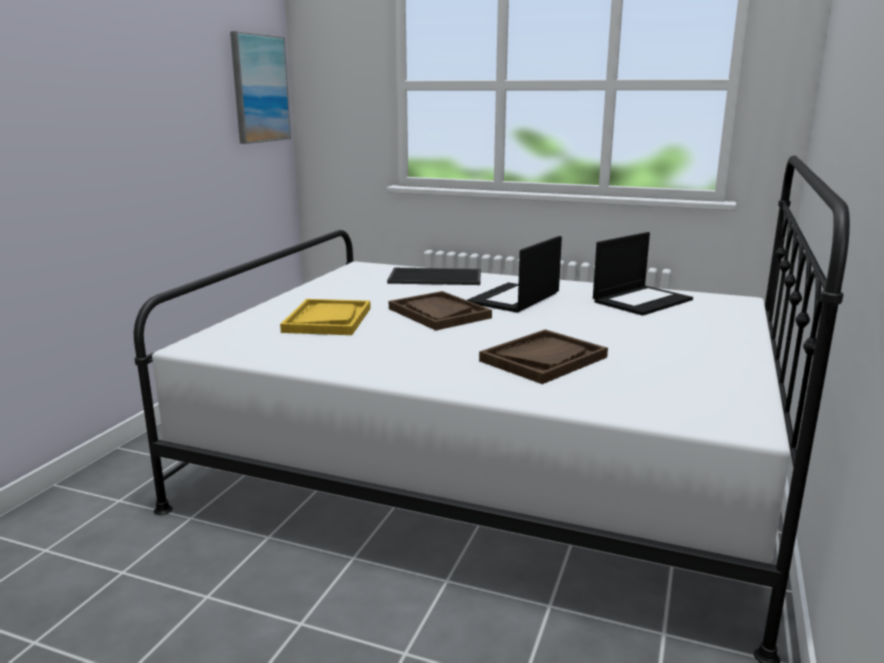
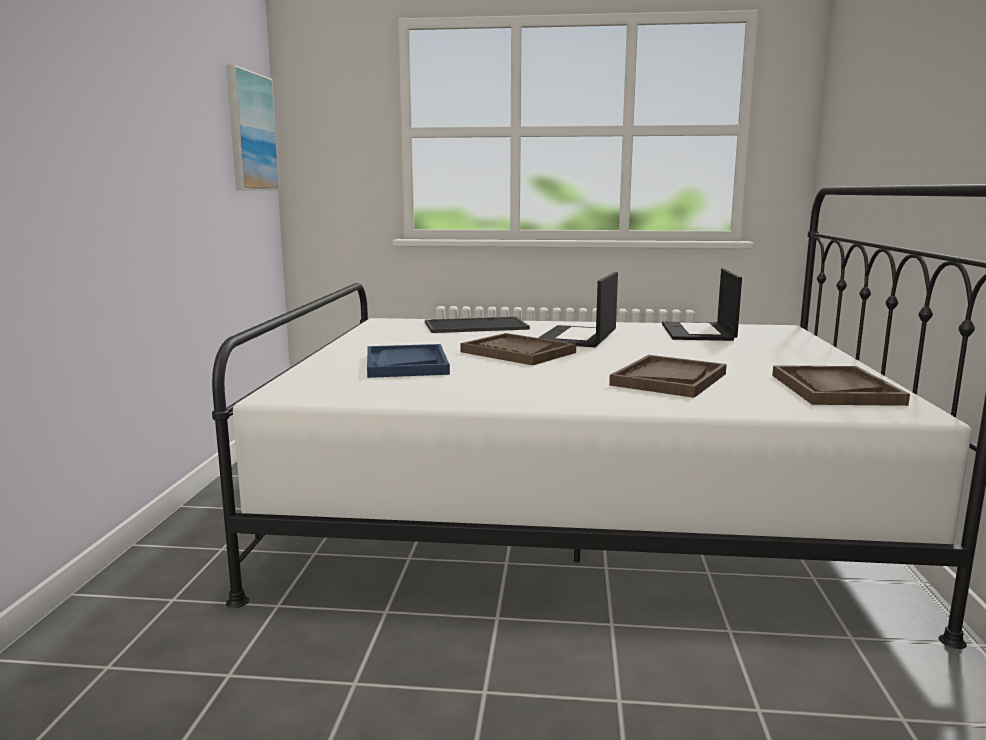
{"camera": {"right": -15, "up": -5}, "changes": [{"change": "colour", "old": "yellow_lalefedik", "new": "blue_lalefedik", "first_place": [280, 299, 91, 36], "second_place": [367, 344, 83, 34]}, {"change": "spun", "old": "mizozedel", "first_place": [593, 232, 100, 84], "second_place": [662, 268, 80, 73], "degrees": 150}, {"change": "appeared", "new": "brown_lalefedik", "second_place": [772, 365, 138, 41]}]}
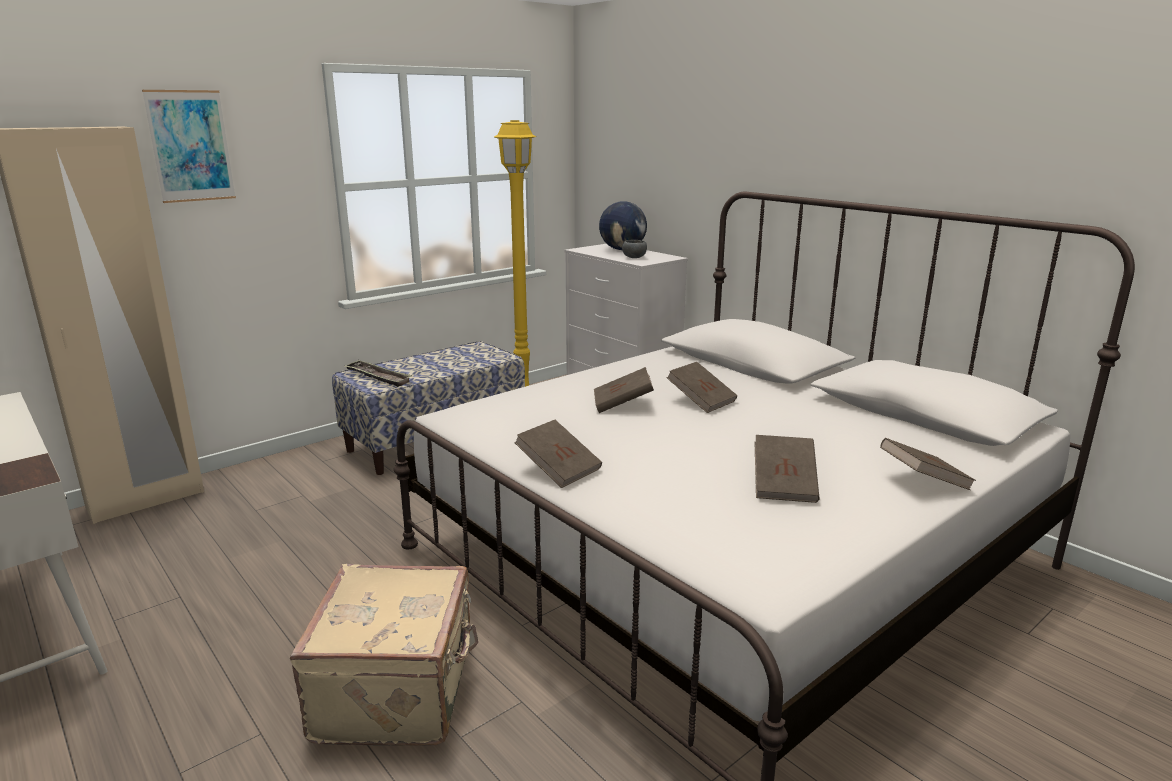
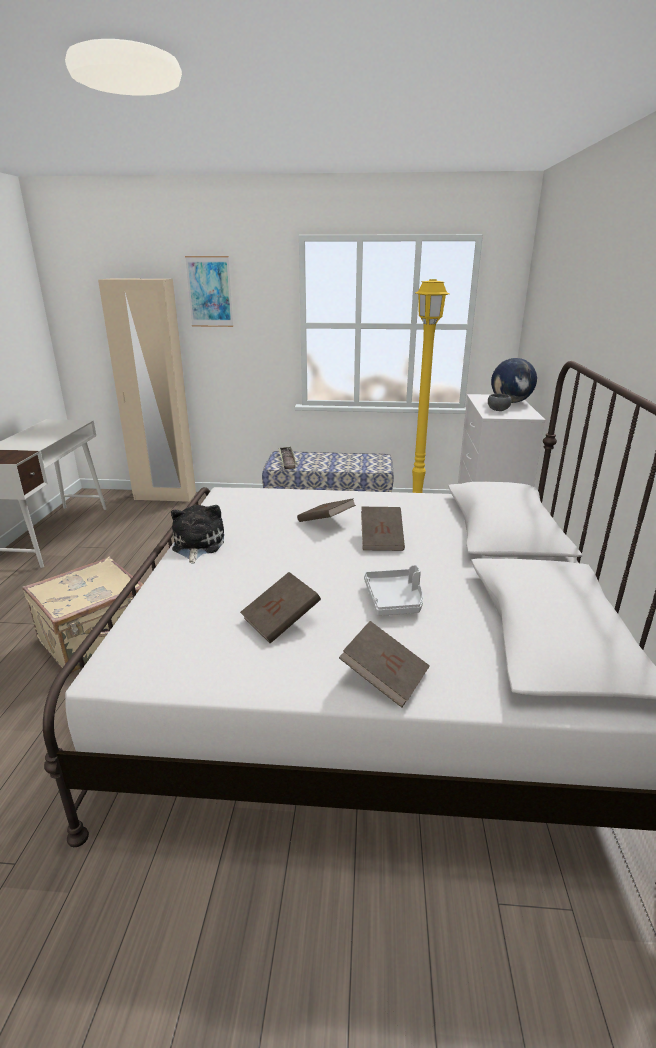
{"camera": {"right": 45, "up": 5}, "changes": [{"change": "exchanged", "old": "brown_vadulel", "new": "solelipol", "first_place": [514, 420, 88, 68], "second_place": [171, 505, 53, 58]}, {"change": "appeared", "new": "grey_lalefedik", "second_place": [364, 565, 59, 51]}]}
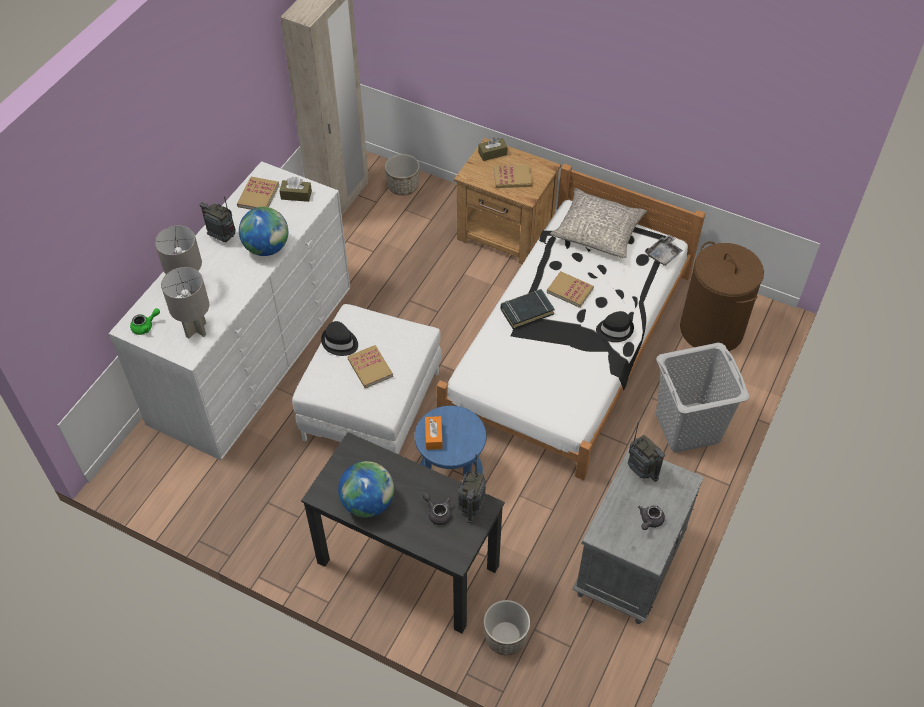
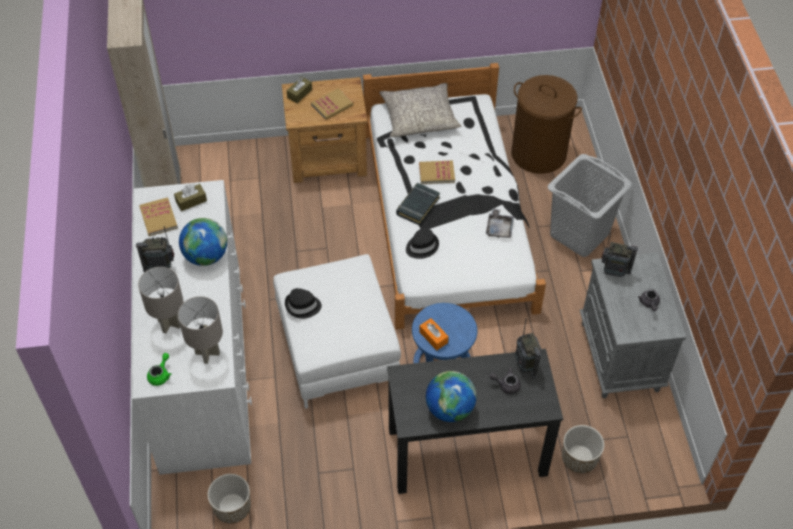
{"camera": {"right": -35, "up": 0}, "changes": [{"change": "missing", "old": "vadulel", "first_place": [347, 345, 46, 43]}, {"change": "relocated", "old": "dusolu", "first_place": [385, 154, 35, 42], "second_place": [208, 474, 43, 50]}, {"change": "relocated", "old": "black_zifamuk", "first_place": [596, 311, 38, 31], "second_place": [406, 228, 33, 31]}, {"change": "relocated", "old": "grey_lalefedik", "first_place": [645, 235, 38, 31], "second_place": [486, 208, 28, 30]}]}
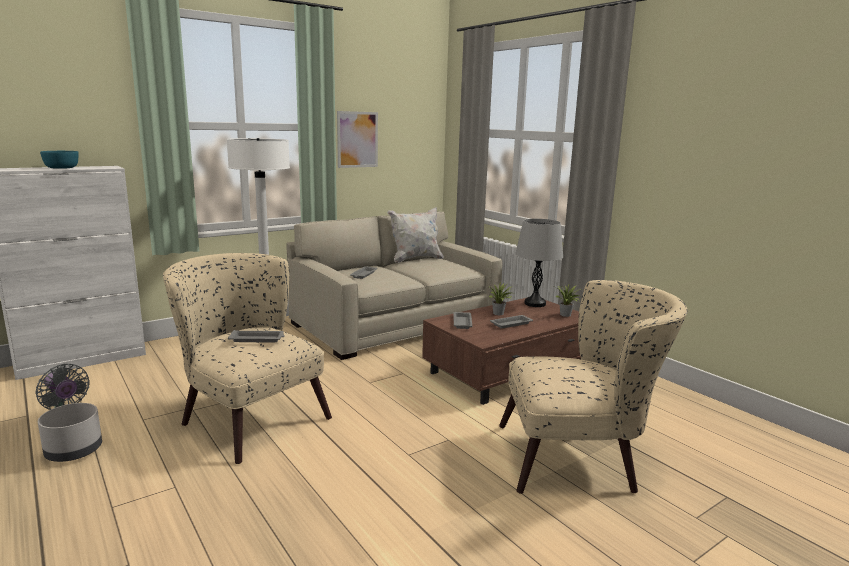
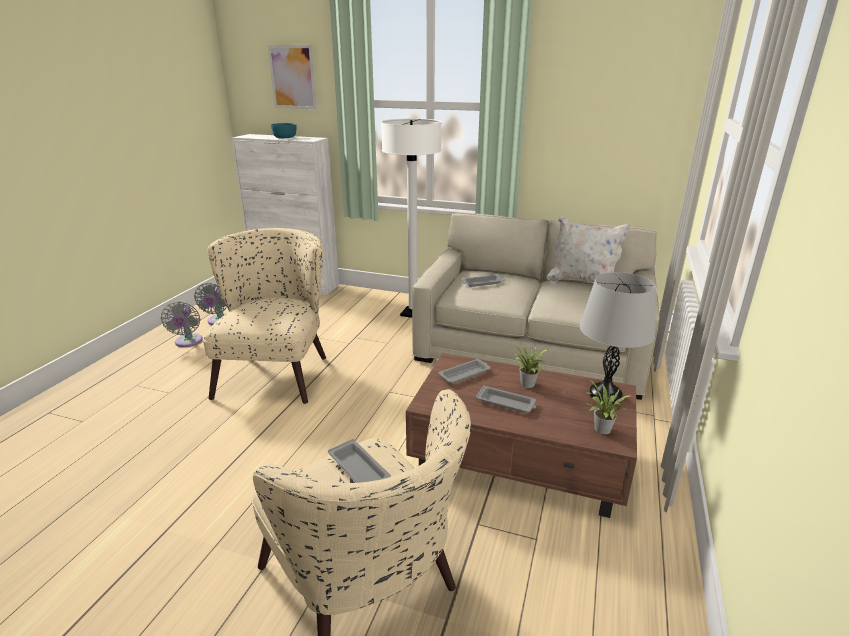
{"camera": {"right": 55, "up": 10}, "changes": [{"change": "exchanged", "old": "grey_dusolu", "new": "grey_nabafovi", "first_place": [38, 403, 64, 59], "second_place": [161, 302, 42, 45]}, {"change": "relocated", "old": "grey_lalefedik", "first_place": [228, 330, 57, 12], "second_place": [328, 439, 63, 44]}, {"change": "relocated", "old": "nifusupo", "first_place": [337, 111, 41, 57], "second_place": [268, 45, 49, 64]}]}
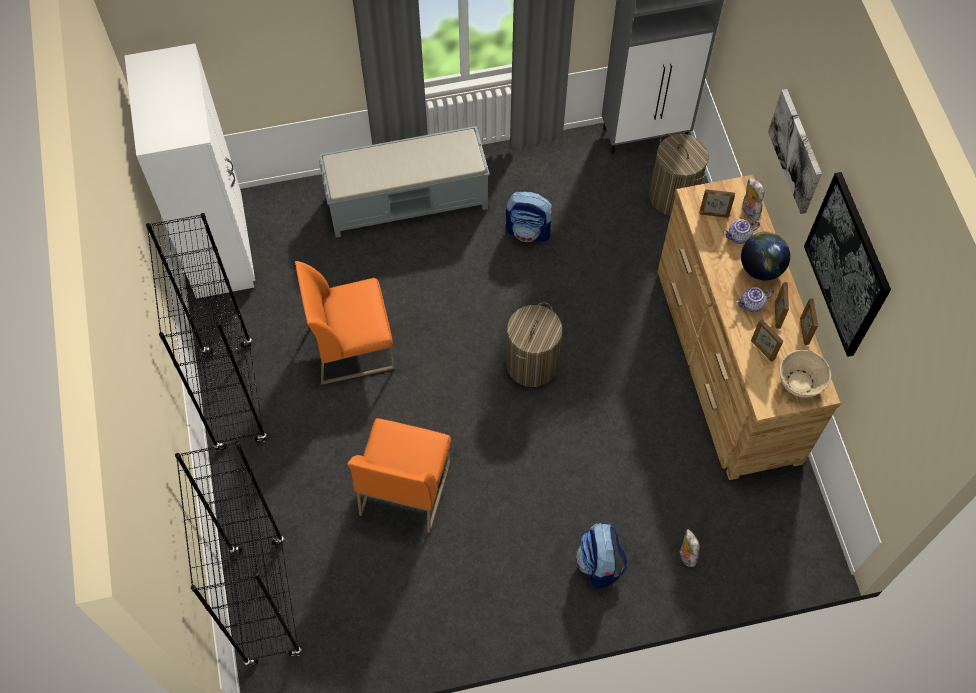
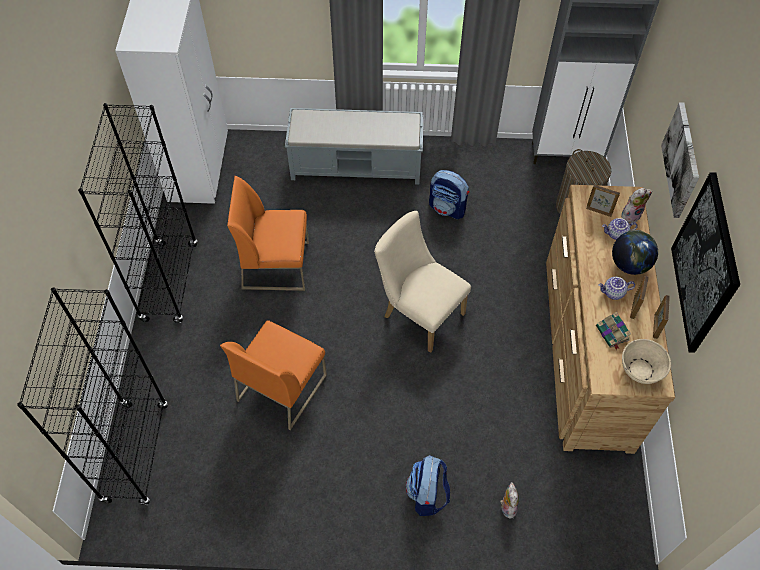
{"camera": {"right": 15, "up": -5}, "changes": [{"change": "exchanged", "old": "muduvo", "new": "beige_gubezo", "first_place": [506, 302, 56, 85], "second_place": [374, 211, 97, 142]}, {"change": "spun", "old": "solelipol", "first_place": [741, 177, 23, 43], "second_place": [621, 188, 31, 35], "degrees": 75}, {"change": "exchanged", "old": "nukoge", "new": "vadulel", "first_place": [751, 319, 32, 43], "second_place": [596, 312, 35, 38]}]}
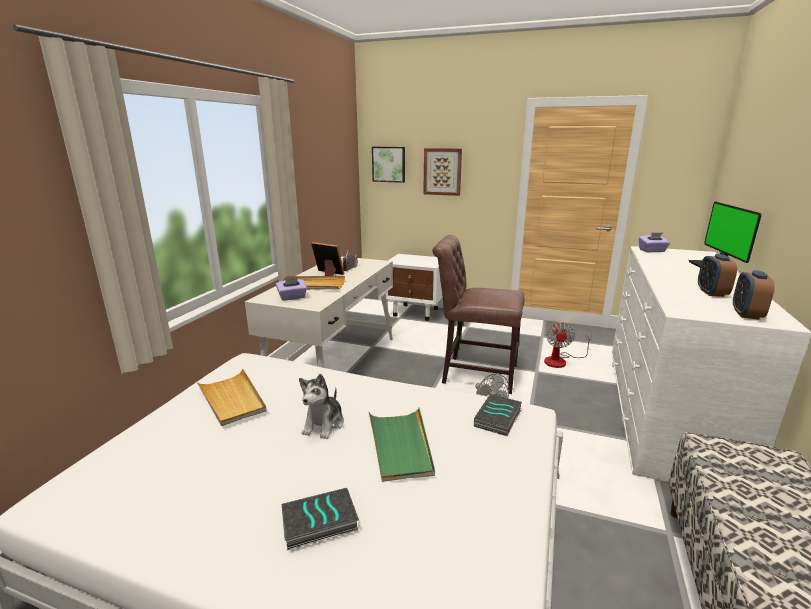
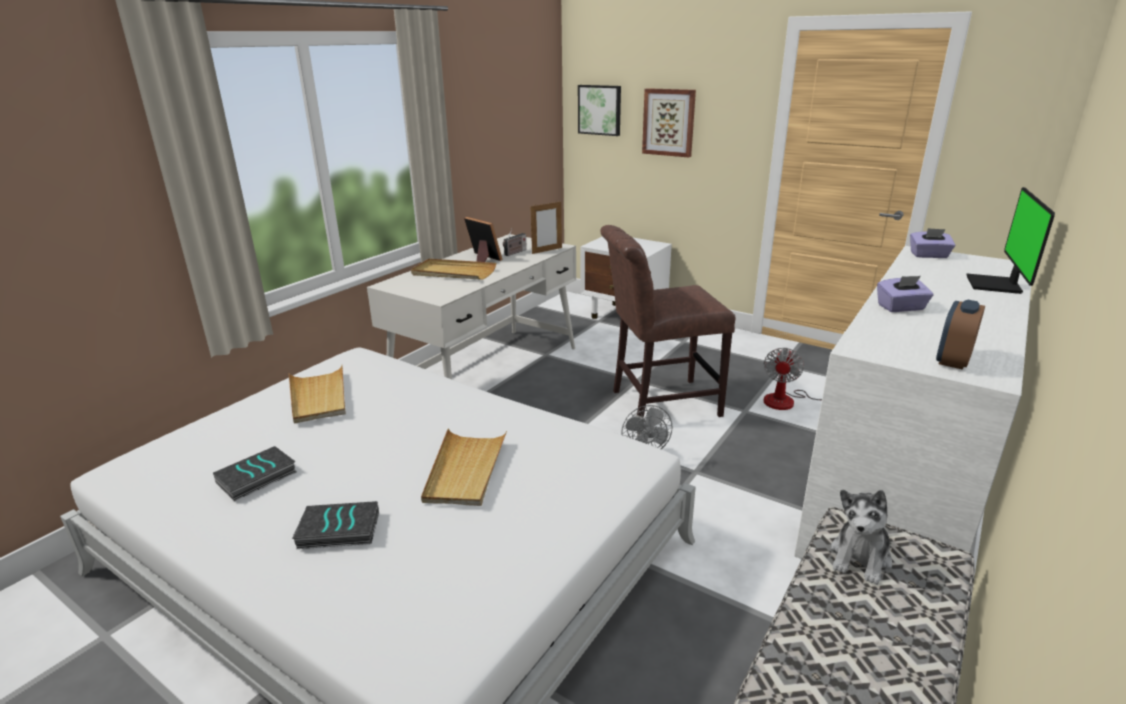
{"camera": {"right": 15, "up": 5}, "changes": [{"change": "relocated", "old": "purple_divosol", "first_place": [276, 277, 31, 24], "second_place": [877, 276, 57, 36]}, {"change": "relocated", "old": "solelipol", "first_place": [299, 374, 45, 65], "second_place": [830, 489, 62, 96]}, {"change": "colour", "old": "green_lalefedik", "new": "beige_lalefedik", "first_place": [369, 408, 66, 74], "second_place": [421, 428, 86, 78]}, {"change": "spun", "old": "brown_gubezo", "first_place": [432, 235, 93, 159], "second_place": [600, 225, 135, 193], "degrees": -45}, {"change": "relocated", "old": "vadulel", "first_place": [474, 394, 48, 42], "second_place": [213, 446, 84, 55]}, {"change": "missing", "old": "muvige", "first_place": [698, 254, 39, 43]}, {"change": "appeared", "new": "nukoge", "second_place": [530, 200, 32, 54]}]}
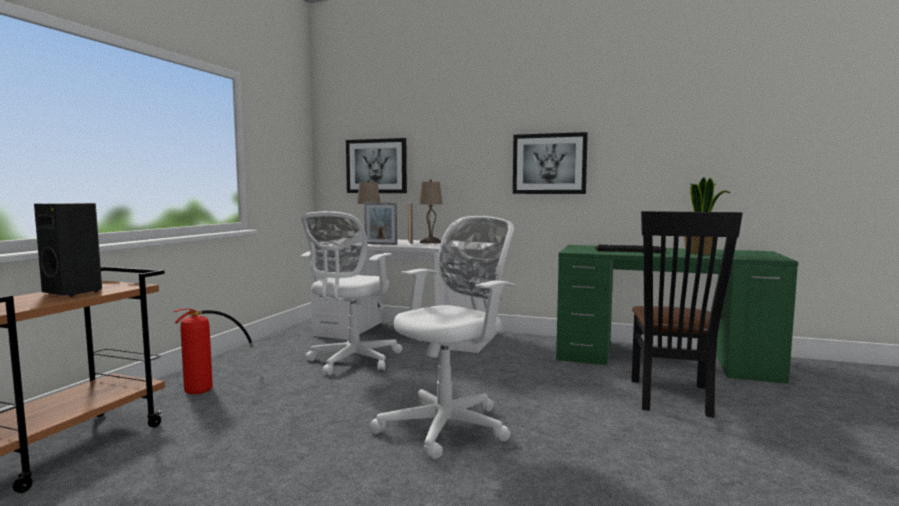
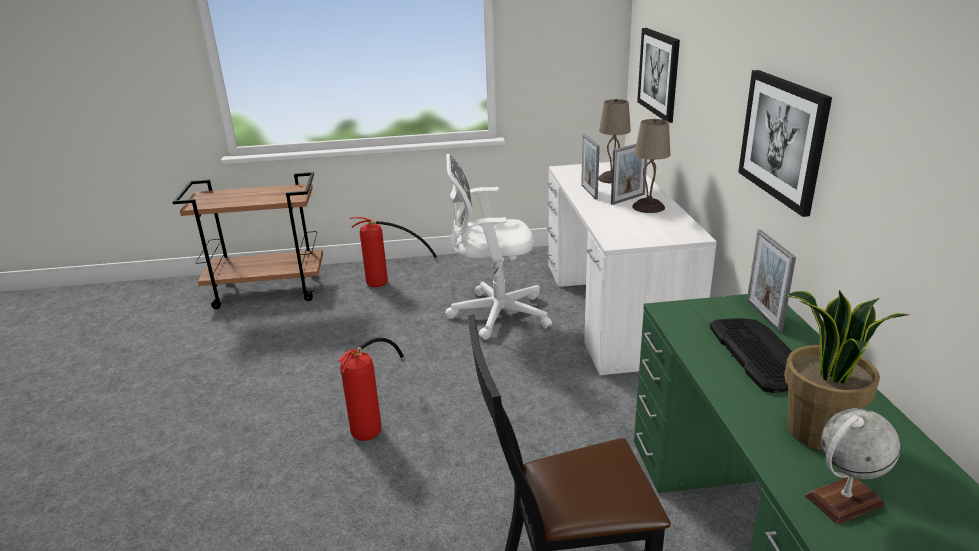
{"camera": {"right": 65, "up": 20}, "changes": [{"change": "missing", "old": "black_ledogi", "first_place": [34, 203, 68, 94]}, {"change": "exchanged", "old": "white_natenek", "new": "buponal", "first_place": [369, 216, 146, 243], "second_place": [338, 338, 68, 103]}, {"change": "appeared", "new": "nukoge", "second_place": [747, 229, 49, 103]}, {"change": "appeared", "new": "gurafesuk", "second_place": [805, 408, 95, 117]}]}
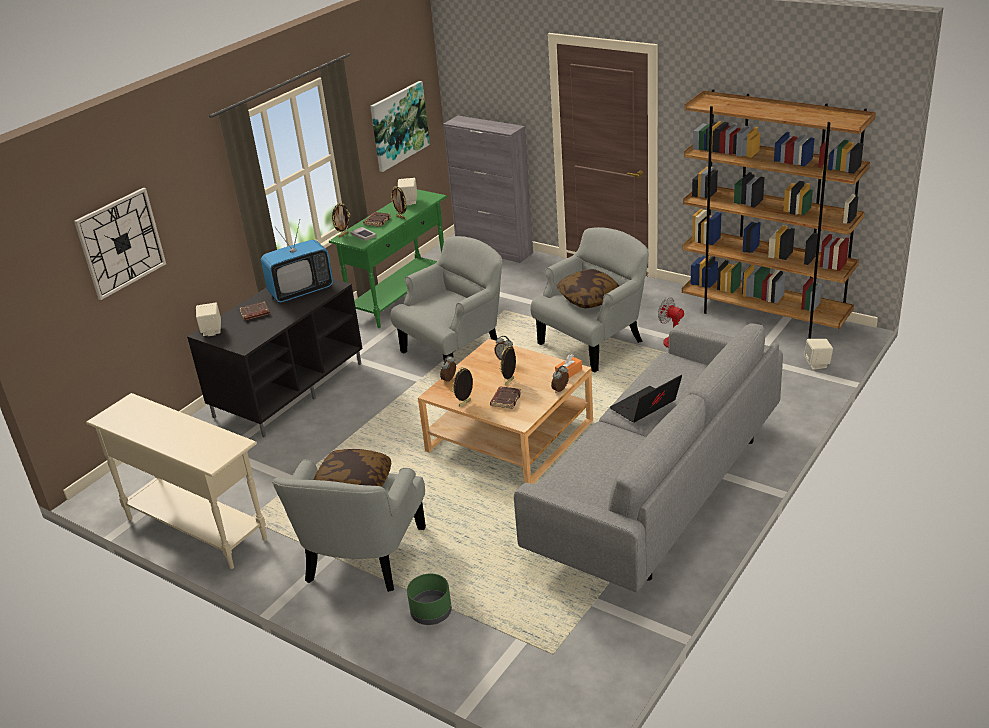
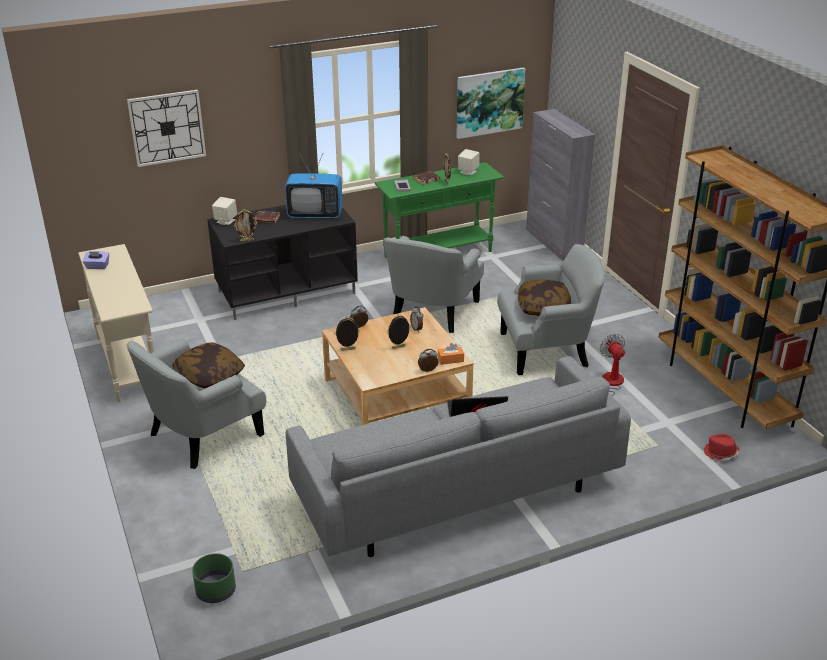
{"camera": {"right": 30, "up": 0}, "changes": [{"change": "relocated", "old": "nukoge", "first_place": [332, 203, 18, 35], "second_place": [234, 209, 23, 33]}, {"change": "spun", "old": "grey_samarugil", "first_place": [390, 236, 112, 125], "second_place": [383, 236, 101, 97], "degrees": 120}, {"change": "relocated", "old": "green_dusolu", "first_place": [407, 574, 45, 51], "second_place": [192, 553, 44, 50]}, {"change": "missing", "old": "brown_vadulel", "first_place": [490, 387, 31, 22]}, {"change": "exchanged", "old": "beige_ledogi", "new": "red_zifamuk", "first_place": [804, 339, 29, 31], "second_place": [704, 434, 36, 26]}, {"change": "appeared", "new": "purple_divosol", "second_place": [83, 251, 26, 18]}]}
